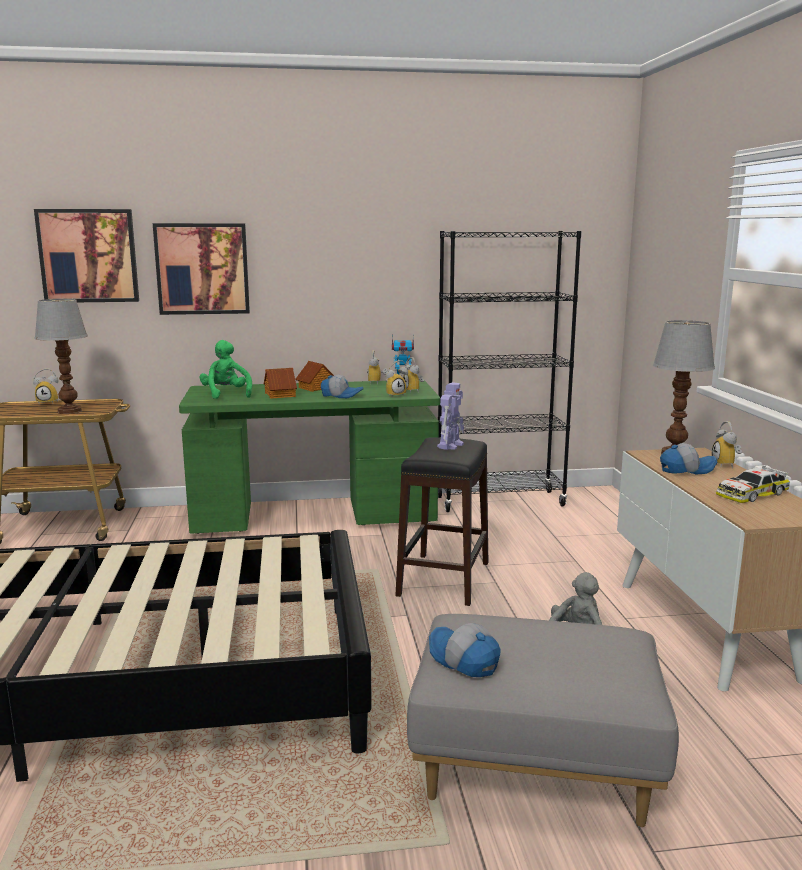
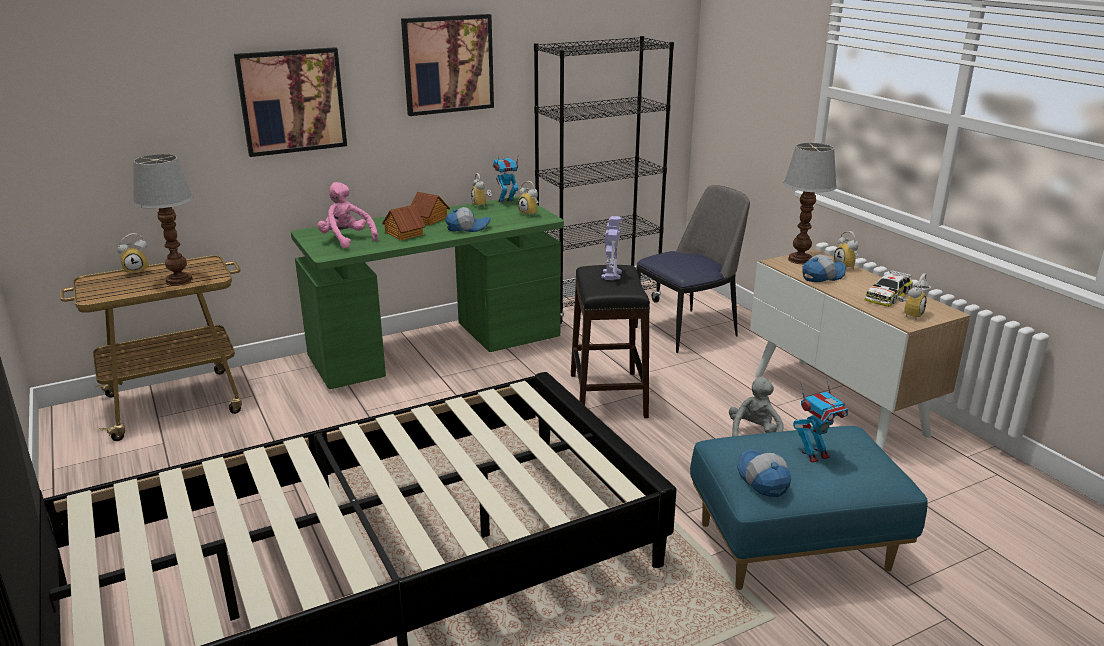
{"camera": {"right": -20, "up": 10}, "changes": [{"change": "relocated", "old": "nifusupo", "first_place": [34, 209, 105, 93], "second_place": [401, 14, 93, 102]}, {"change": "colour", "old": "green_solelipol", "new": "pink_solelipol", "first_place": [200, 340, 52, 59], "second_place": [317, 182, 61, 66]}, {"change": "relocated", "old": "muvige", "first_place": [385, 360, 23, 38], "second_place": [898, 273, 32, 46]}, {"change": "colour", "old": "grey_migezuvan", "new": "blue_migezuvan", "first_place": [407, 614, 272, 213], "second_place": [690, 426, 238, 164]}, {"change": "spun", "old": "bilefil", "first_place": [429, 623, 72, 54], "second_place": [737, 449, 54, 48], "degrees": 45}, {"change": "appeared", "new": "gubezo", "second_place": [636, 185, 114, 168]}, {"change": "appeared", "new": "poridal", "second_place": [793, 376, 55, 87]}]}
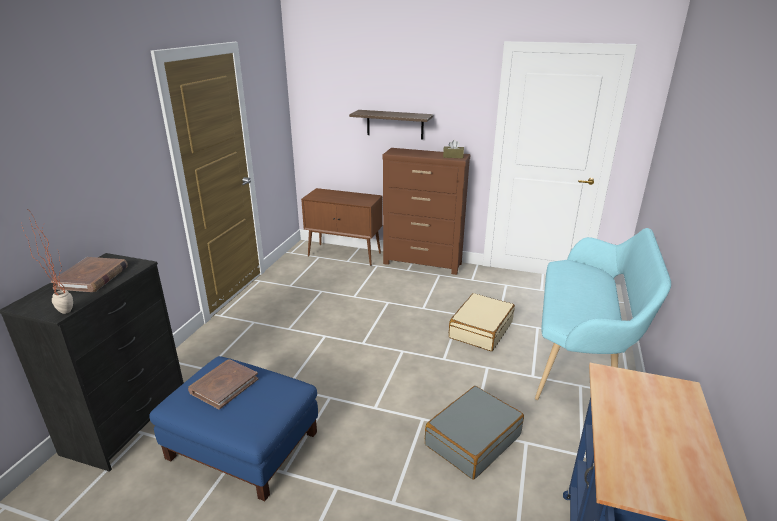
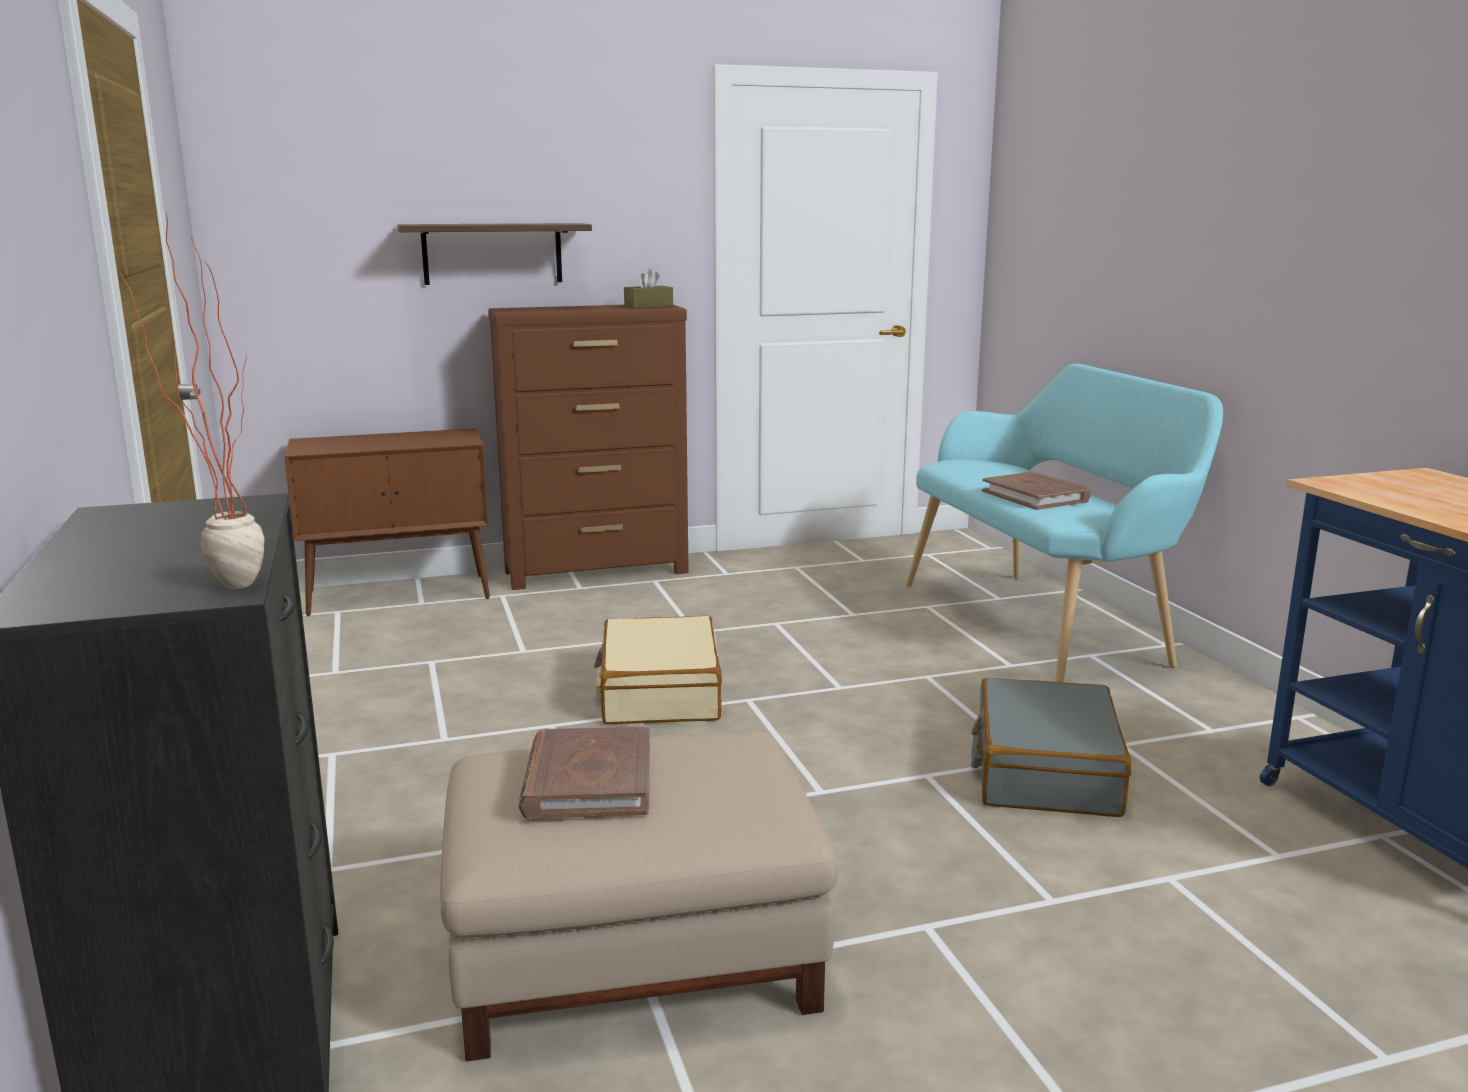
{"camera": {"right": -35, "up": -10}, "changes": [{"change": "relocated", "old": "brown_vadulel", "first_place": [51, 257, 77, 35], "second_place": [982, 472, 109, 38]}, {"change": "colour", "old": "blue_migezuvan", "new": "beige_migezuvan", "first_place": [149, 356, 169, 145], "second_place": [440, 731, 398, 330]}, {"change": "relocated", "old": "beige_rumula", "first_place": [449, 293, 66, 58], "second_place": [594, 616, 128, 108]}]}
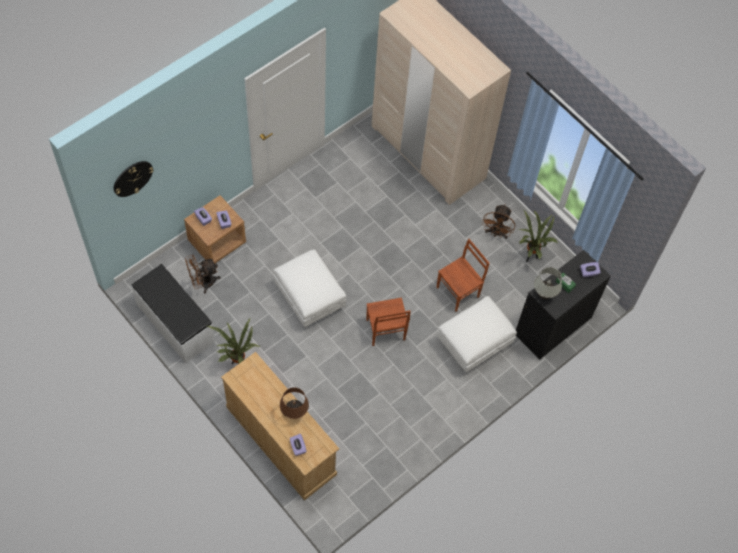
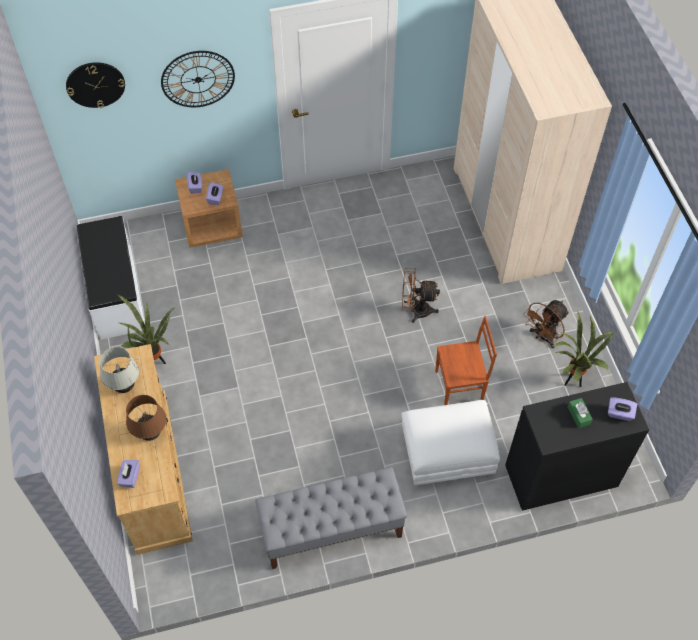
{"camera": {"right": 30, "up": -5}, "changes": [{"change": "relocated", "old": "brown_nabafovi", "first_place": [185, 255, 36, 38], "second_place": [402, 268, 38, 55]}, {"change": "missing", "old": "white_migezuvan", "first_place": [274, 249, 72, 78]}, {"change": "missing", "old": "brown_gubezo", "first_place": [366, 298, 45, 48]}, {"change": "relocated", "old": "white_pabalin", "first_place": [534, 267, 28, 32], "second_place": [100, 347, 39, 46]}, {"change": "appeared", "new": "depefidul", "second_place": [161, 51, 74, 56]}, {"change": "appeared", "new": "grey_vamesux", "second_place": [255, 467, 152, 102]}]}
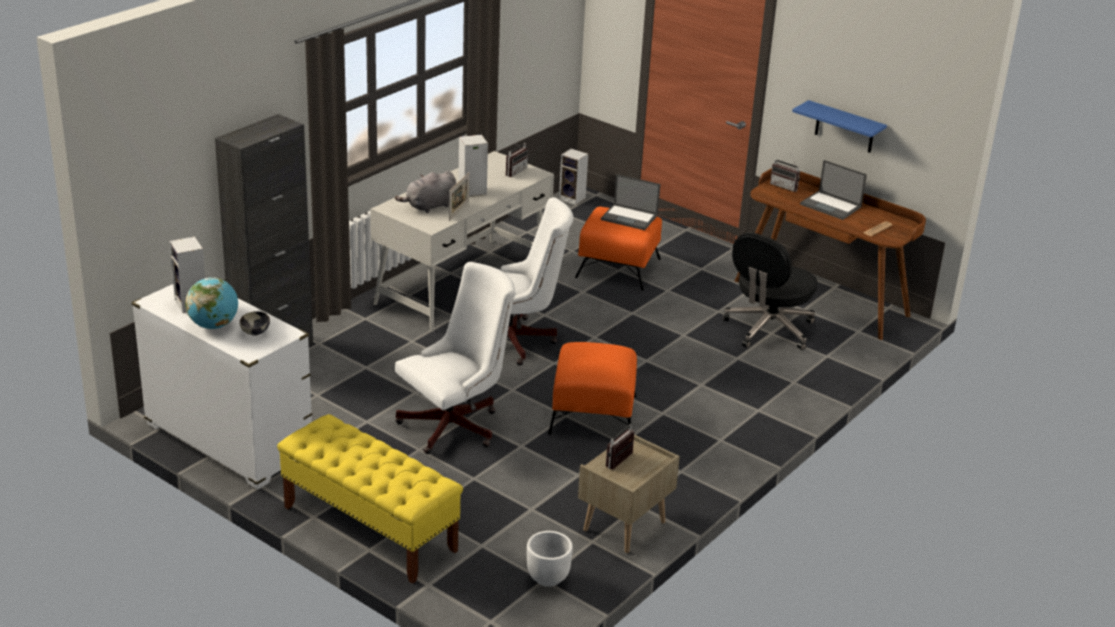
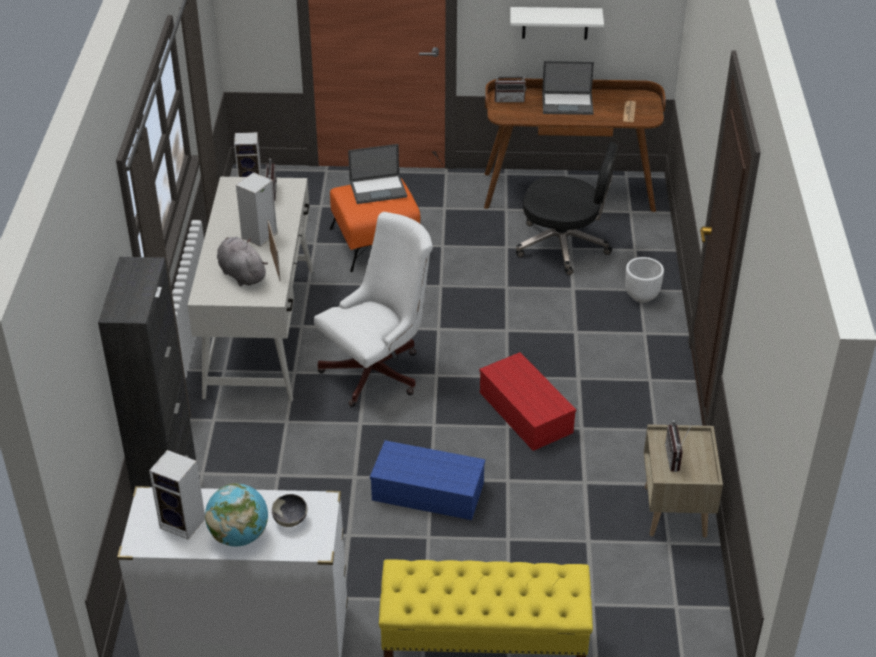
{"camera": {"right": -35, "up": 10}, "changes": [{"change": "spun", "old": "grey_solelipol", "first_place": [395, 171, 61, 42], "second_place": [217, 237, 51, 49], "degrees": 120}, {"change": "exchanged", "old": "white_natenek", "new": "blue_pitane", "first_place": [395, 262, 121, 192], "second_place": [370, 440, 115, 80]}, {"change": "relocated", "old": "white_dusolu", "first_place": [527, 531, 46, 56], "second_place": [625, 257, 39, 46]}, {"change": "exchanged", "old": "orange_migezuvan", "new": "red_pitane", "first_place": [548, 342, 89, 93], "second_place": [479, 352, 97, 99]}, {"change": "spun", "old": "black_natenek", "first_place": [723, 232, 94, 118], "second_place": [516, 141, 102, 134], "degrees": -75}, {"change": "colour", "old": "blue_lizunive", "new": "white_lizunive", "first_place": [792, 100, 95, 53], "second_place": [510, 7, 94, 33]}]}
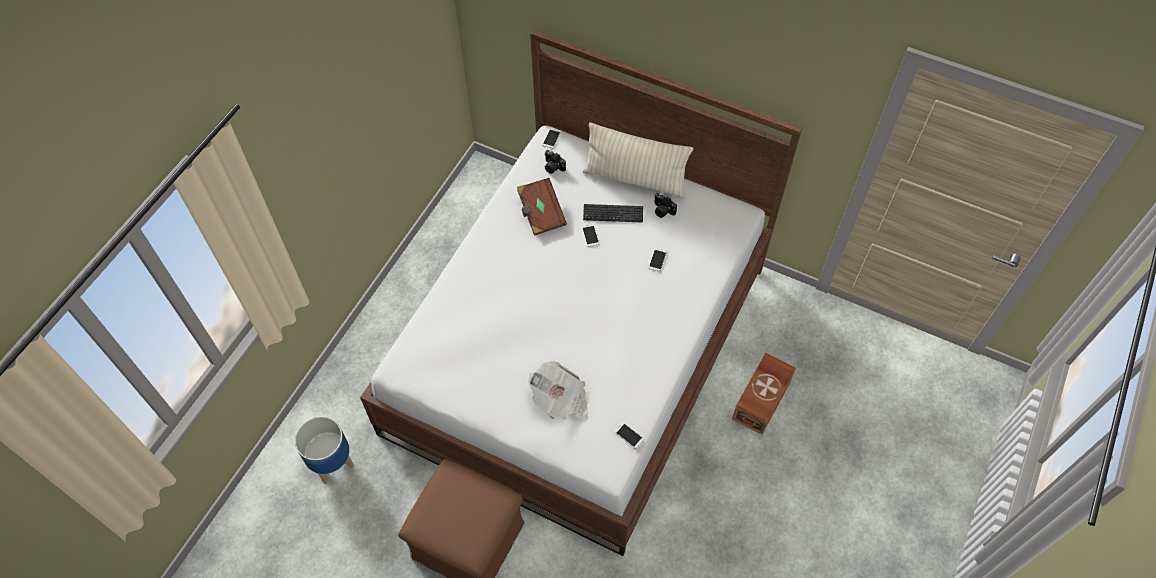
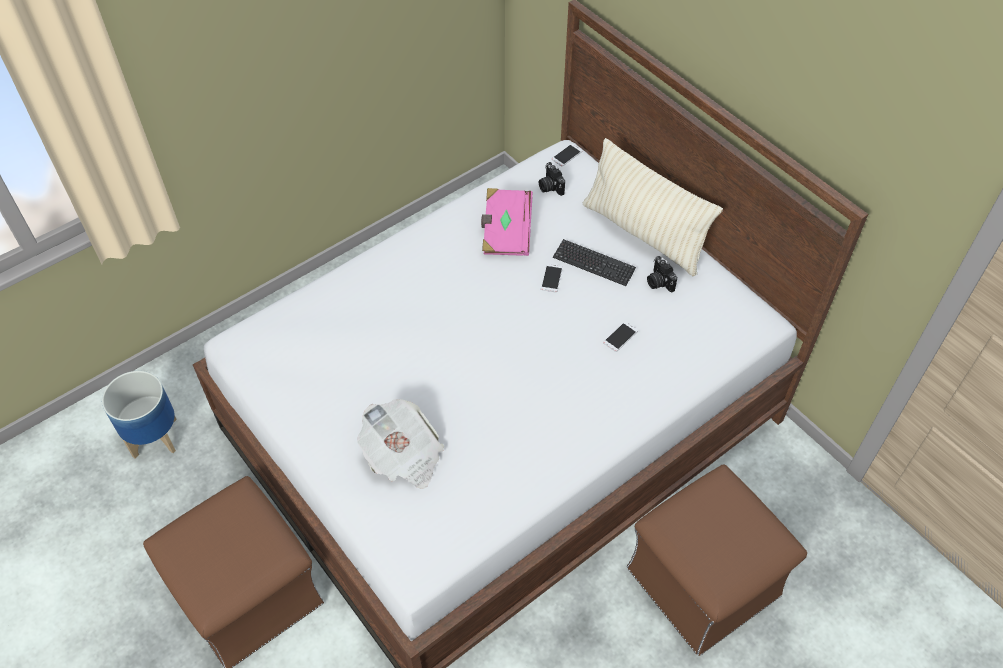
{"camera": {"right": 25, "up": -5}, "changes": [{"change": "colour", "old": "brown_vadulel", "new": "pink_vadulel", "first_place": [517, 178, 50, 58], "second_place": [481, 188, 52, 68]}, {"change": "missing", "old": "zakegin", "first_place": [614, 422, 30, 27]}, {"change": "exchanged", "old": "brown_pitane", "new": "brown_migezuvan", "first_place": [732, 353, 64, 82], "second_place": [627, 464, 180, 192]}]}
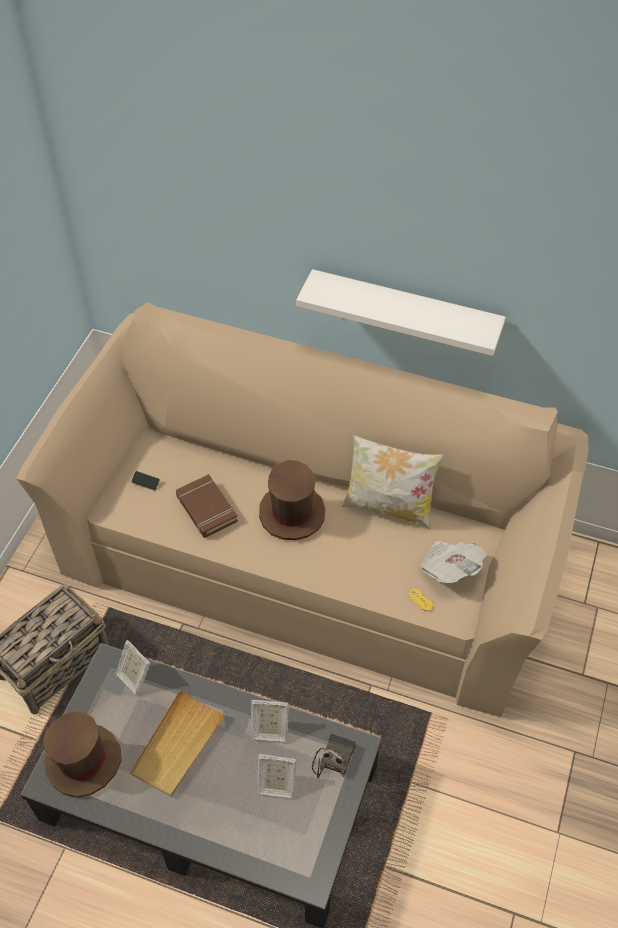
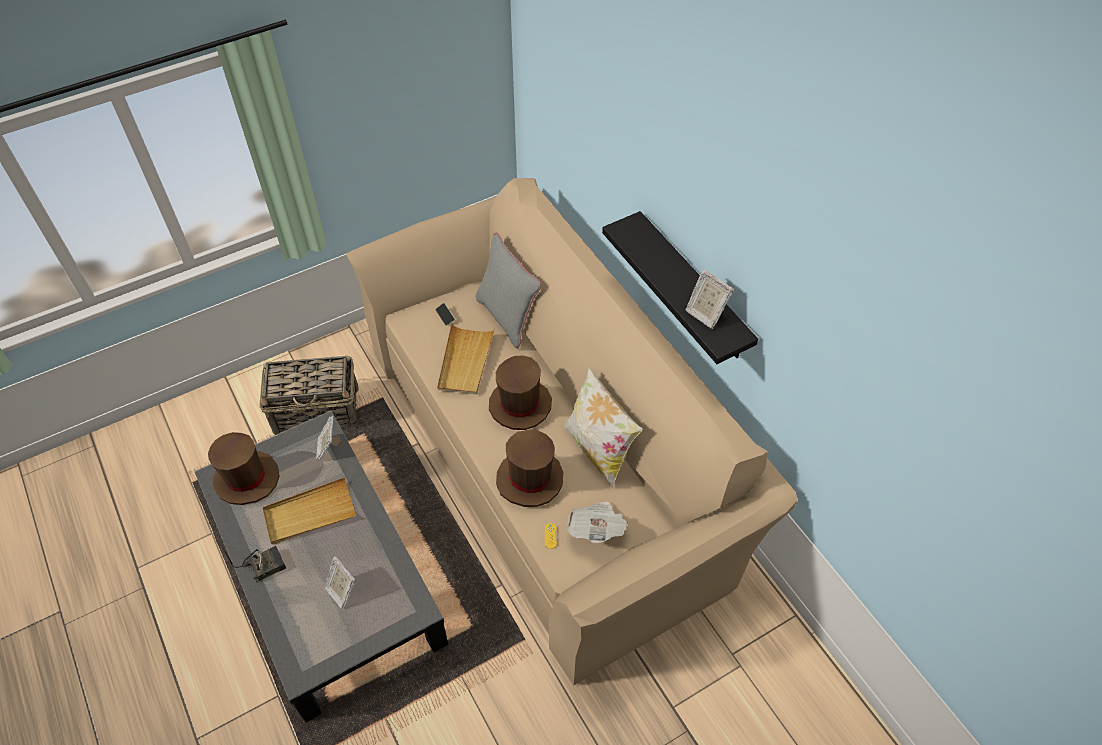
{"camera": {"right": 40, "up": 0}, "changes": [{"change": "exchanged", "old": "brown_vadulel", "new": "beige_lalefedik", "first_place": [176, 474, 62, 64], "second_place": [437, 324, 58, 71]}, {"change": "relocated", "old": "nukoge", "first_place": [251, 700, 38, 42], "second_place": [686, 269, 48, 60]}, {"change": "colour", "old": "white_lizunive", "new": "black_lizunive", "first_place": [296, 269, 210, 87], "second_place": [602, 211, 156, 153]}, {"change": "relocated", "old": "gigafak", "first_place": [312, 734, 44, 44], "second_place": [222, 546, 64, 36]}, {"change": "appeared", "new": "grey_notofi", "second_place": [476, 233, 65, 116]}, {"change": "appeared", "new": "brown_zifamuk", "second_place": [496, 430, 67, 77]}]}
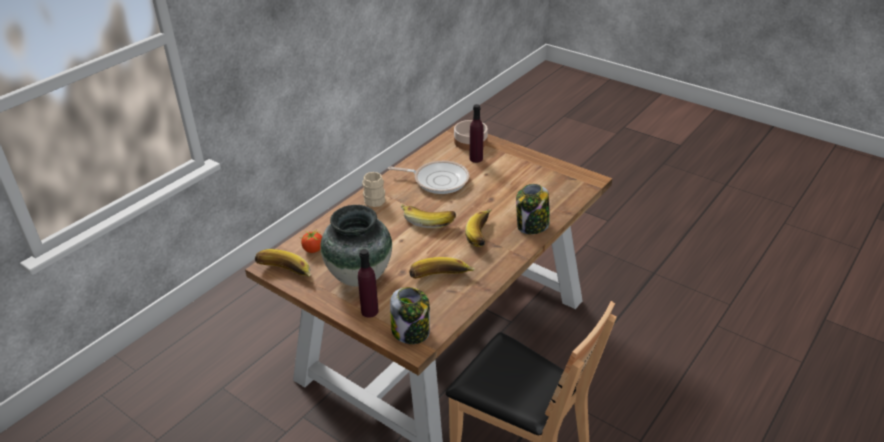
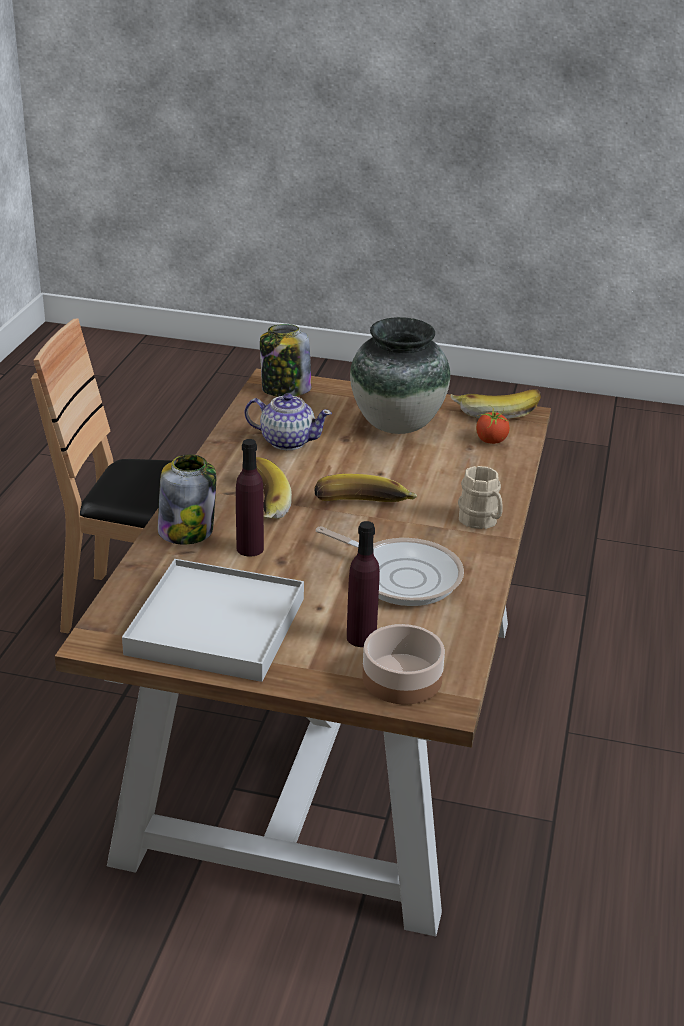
{"camera": {"right": 155, "up": -5}, "changes": [{"change": "relocated", "old": "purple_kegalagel", "first_place": [358, 249, 20, 69], "second_place": [236, 439, 28, 118]}, {"change": "spun", "old": "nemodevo", "first_place": [388, 161, 82, 33], "second_place": [316, 527, 148, 79], "degrees": -135}, {"change": "exchanged", "old": "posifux", "new": "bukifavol", "first_place": [409, 257, 66, 22], "second_place": [245, 393, 87, 57]}, {"change": "appeared", "new": "white_lalefedik", "second_place": [122, 559, 182, 123]}]}
